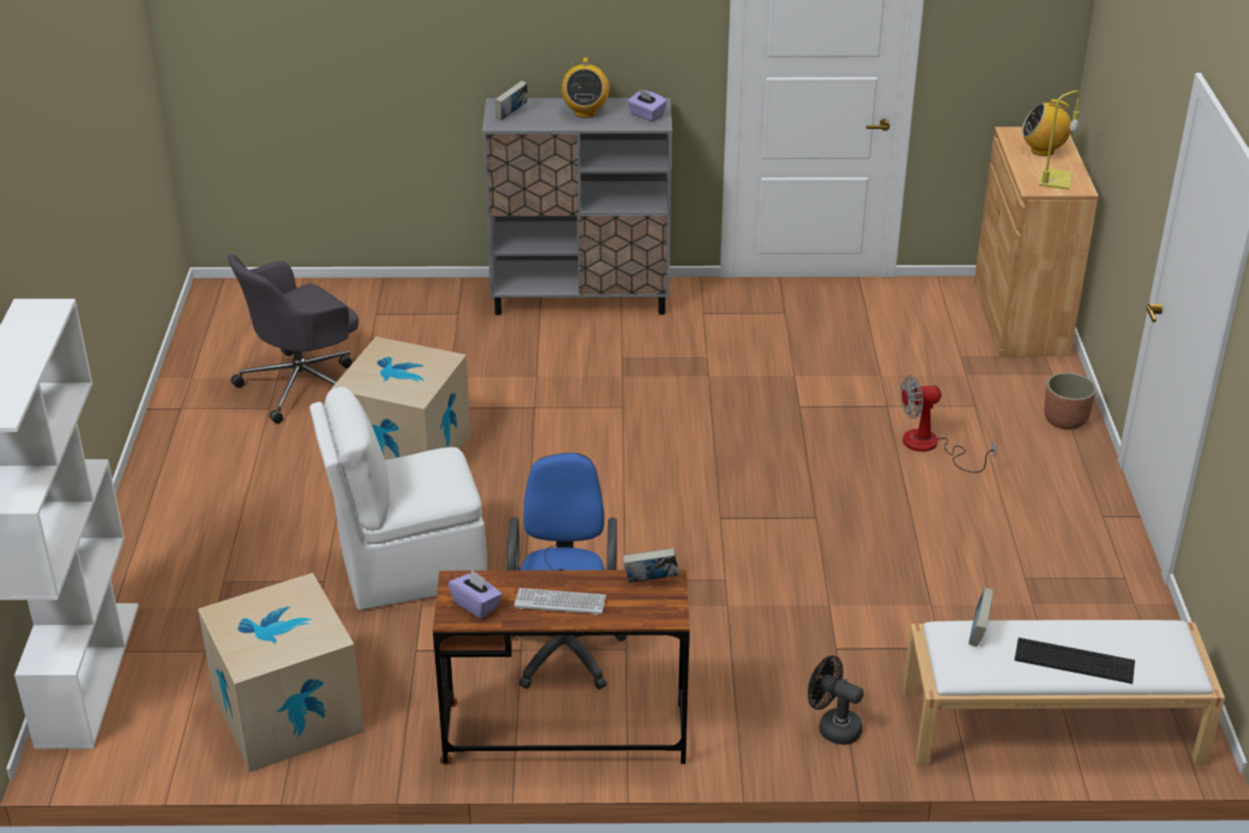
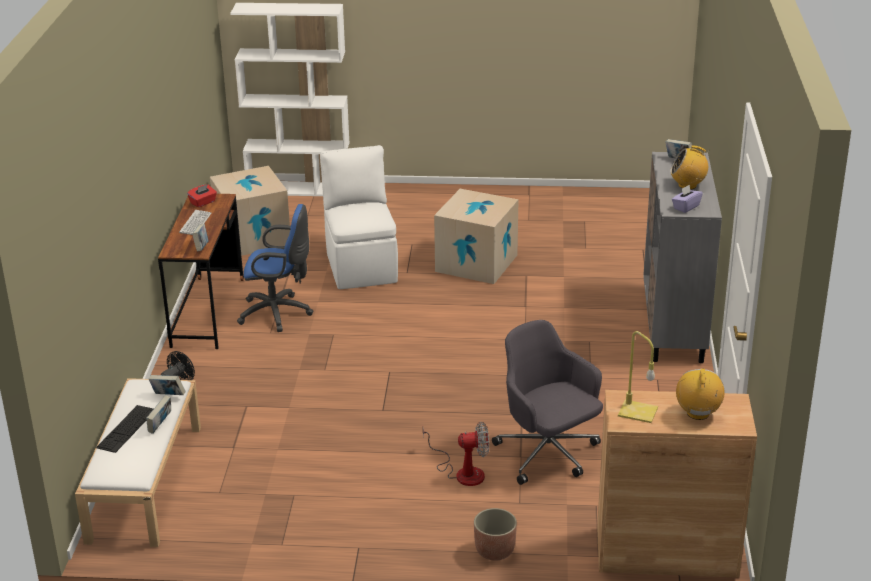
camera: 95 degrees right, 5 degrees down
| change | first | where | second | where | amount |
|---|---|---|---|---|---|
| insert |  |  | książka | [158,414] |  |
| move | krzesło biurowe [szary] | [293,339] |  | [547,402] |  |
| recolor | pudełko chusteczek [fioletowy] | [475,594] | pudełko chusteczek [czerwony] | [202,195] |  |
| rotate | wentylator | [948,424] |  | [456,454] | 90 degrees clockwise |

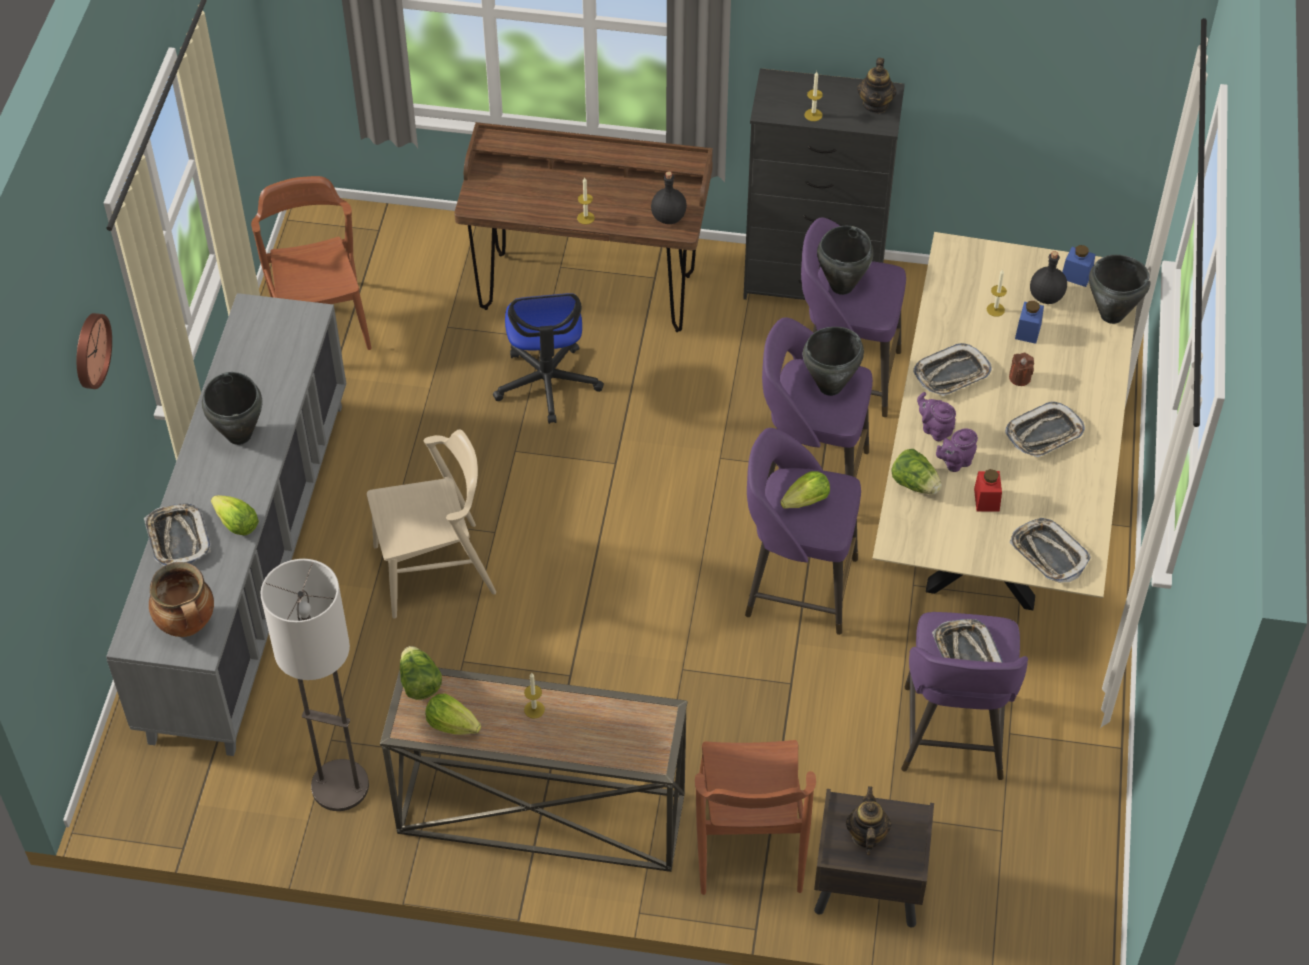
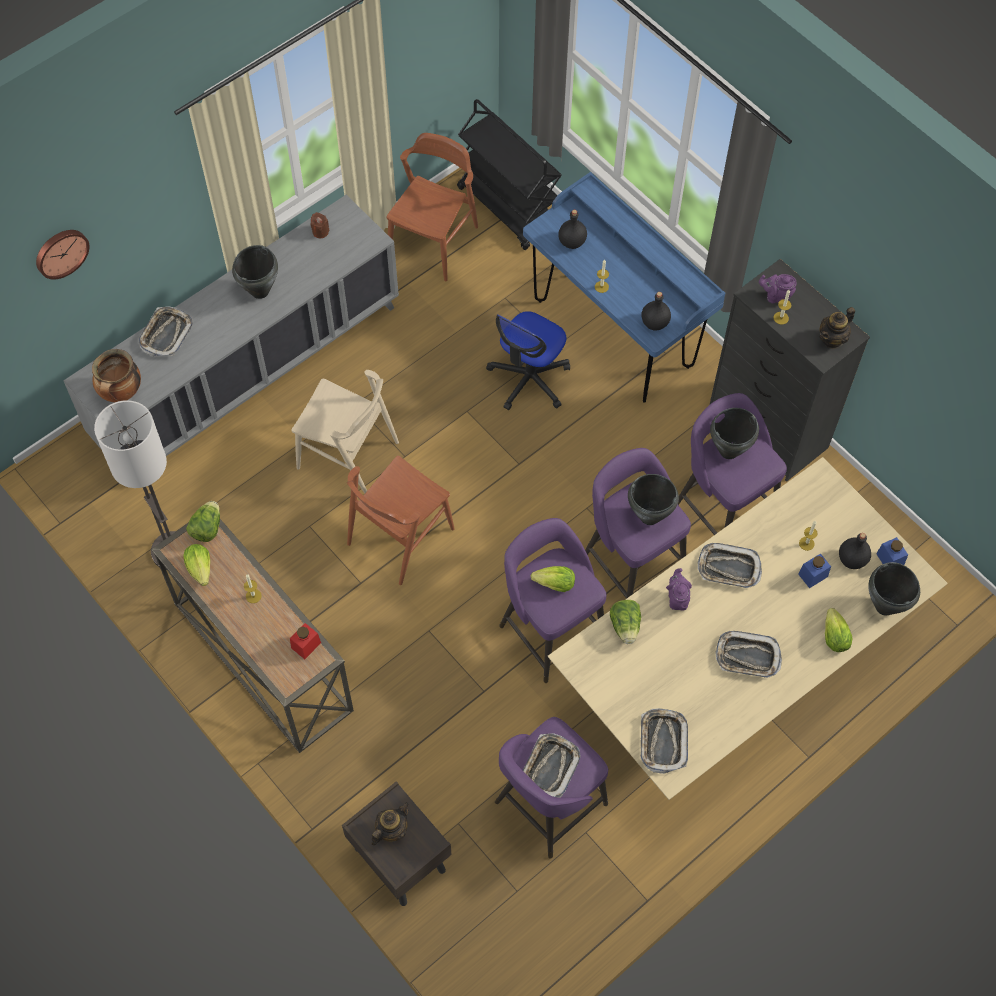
camera: 40 degrees right, 10 degrees up
| change | first | where | second | where | amount |
|---|---|---|---|---|---|
| insert |  |  | wózek [czarny] | [509,174] |  |
| insert |  |  | butelka [czarny] | [572,229] |  |
| move | zegar ścienny | [94,351] |  | [63,254] |  |
| move | sałata | [235,515] |  | [839,630] |  |
| move | krzesło [brązowy] | [755,817] |  | [401,520] |  |
| move | imbryk [fioletowy] | [957,450] |  | [778,288] |  |
| move | słoik [czerwony] | [988,490] |  | [305,641] |  |
| move | świeca [brązowy] | [1021,369] |  | [320,225] |  |
| recolor | biurko [brązowy] | [583,227] | biurko [niebieski] | [624,287] |  |

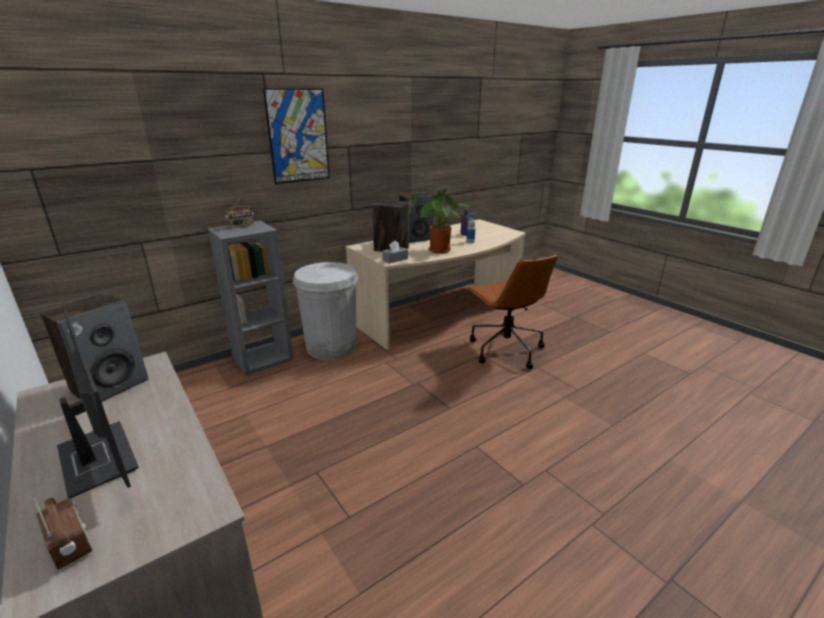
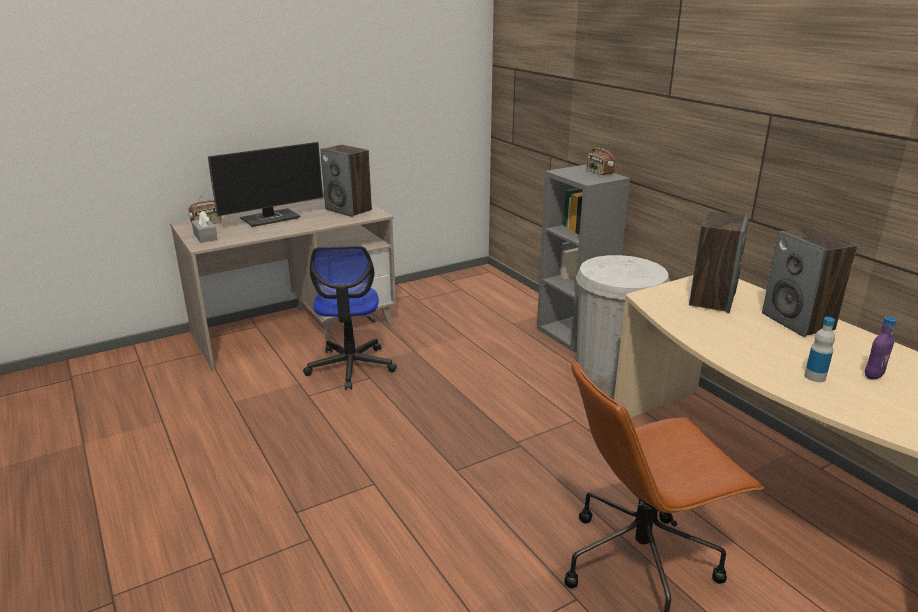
camera: 95 degrees right, 0 degrees up
| change | first | where | second | where | amount |
|---|---|---|---|---|---|
| delete | obraz | [296,136] |  |  |  |
| delete | roślina doniczkowa | [438,221] |  |  |  |
| insert |  |  | krzesło biurowe | [350,318] |  |
| move | pudełko chusteczek [szary] | [395,252] |  | [204,227] |  |

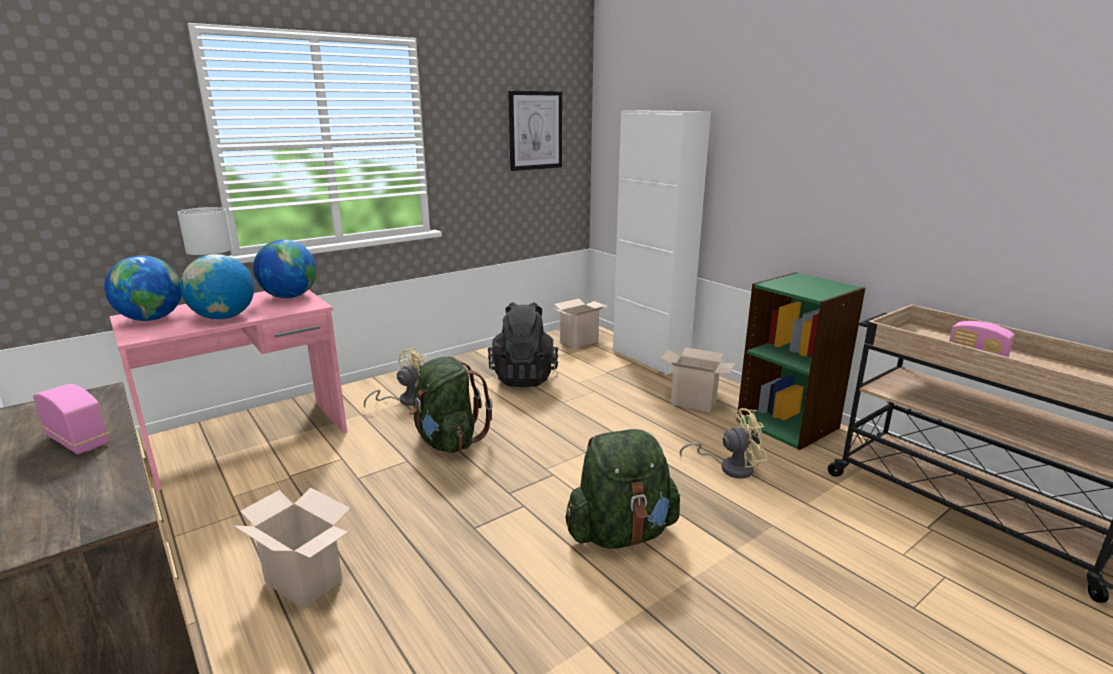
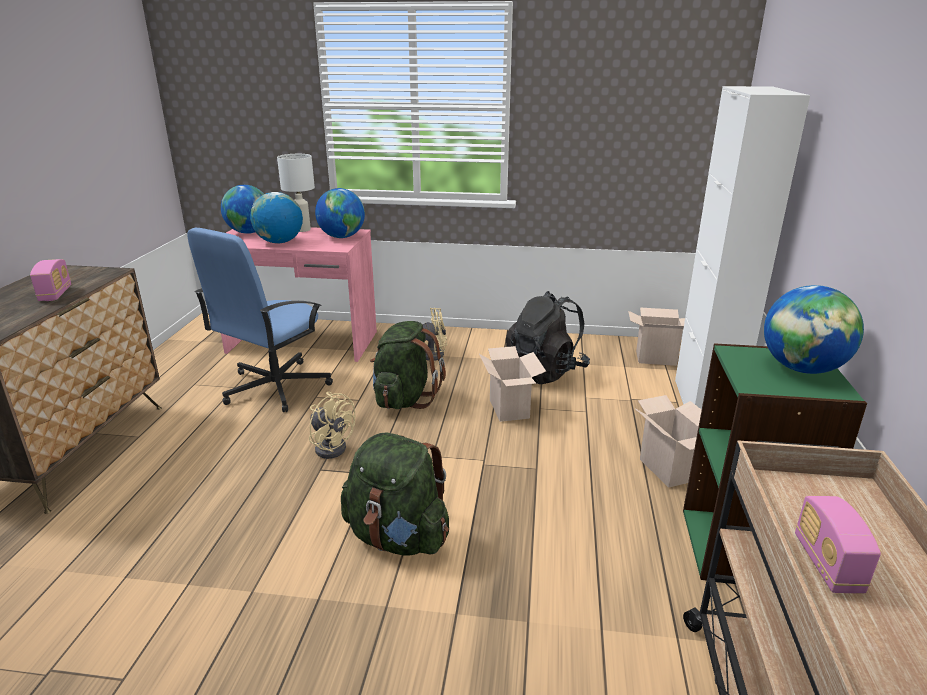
camera: 45 degrees right, 5 degrees up
| change | first | where | second | where | amount |
|---|---|---|---|---|---|
| delete | obraz | [535,131] |  |  |  |
| insert |  |  | krzesło biurowe [niebieski] | [260,320] |  |
| insert |  |  | globus | [814,329] |  |
| move | karton | [292,548] |  | [512,384] |  |
| move | wentylator [beżowy] | [723,443] |  | [332,425] |  |

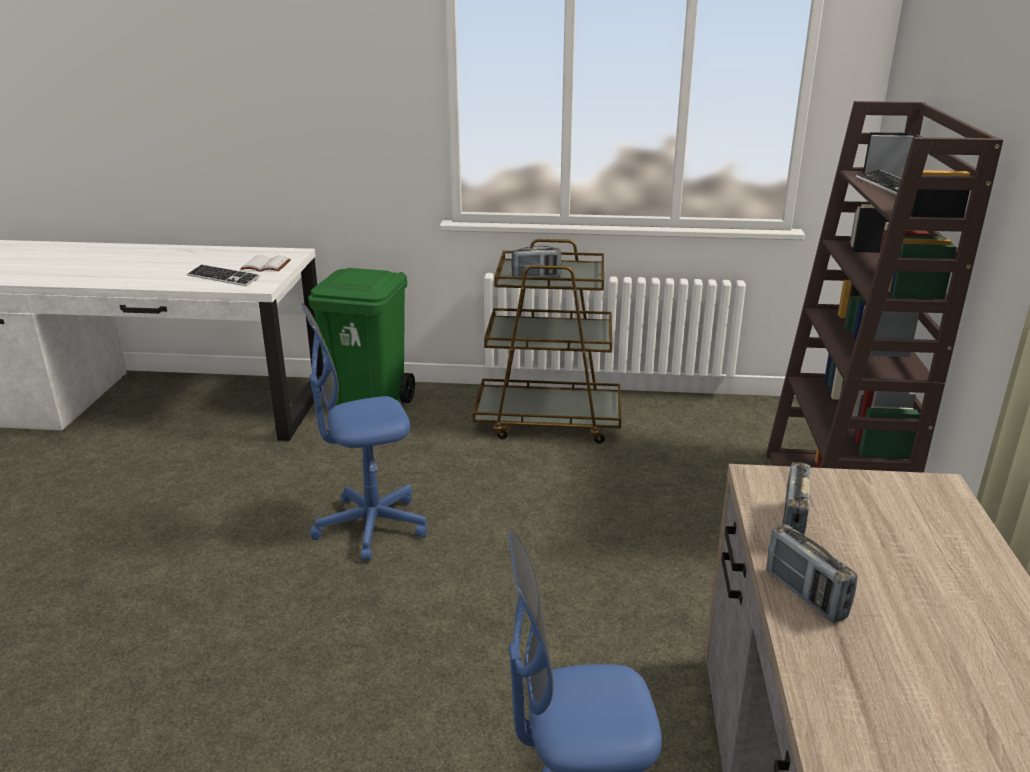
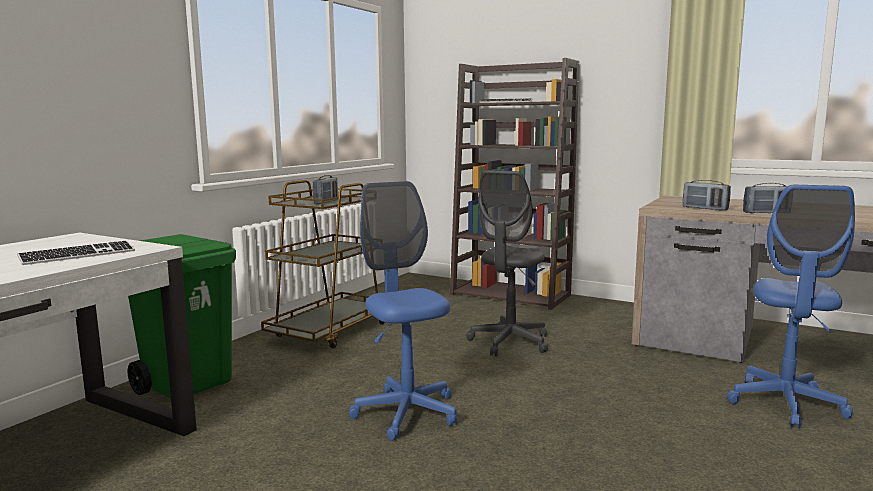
camera: 65 degrees left, 15 degrees down
| change | first | where | second | where | amount |
|---|---|---|---|---|---|
| delete | książka [biały] | [265,263] |  |  |  |
| insert |  |  | krzesło biurowe [szary] | [507,263] |  |
| rotate | krzesło biurowe [niebieski] | [364,432] |  | [403,311] | 150 degrees clockwise |

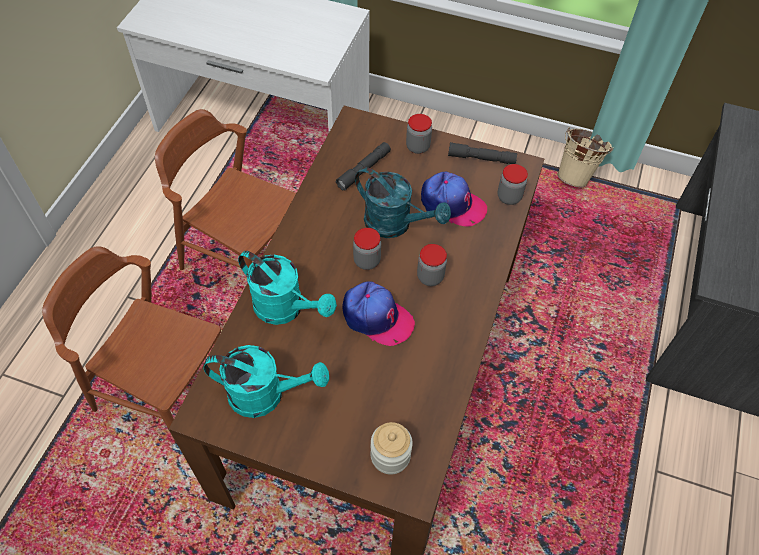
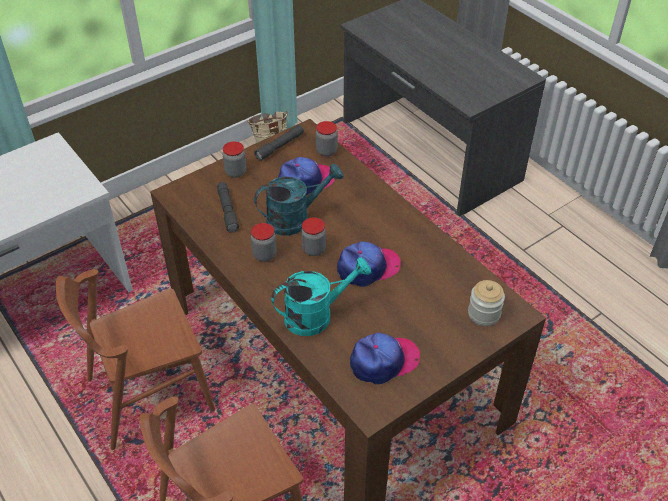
camera: 55 degrees left, 10 degrees down
| change | first | where | second | where | amount |
|---|---|---|---|---|---|
| move | słoik | [432,265] |  | [264,242] |  |
| replace | konewka [turkusowy] | [266,381] | czapka z daszkiem | [385,359] |  |

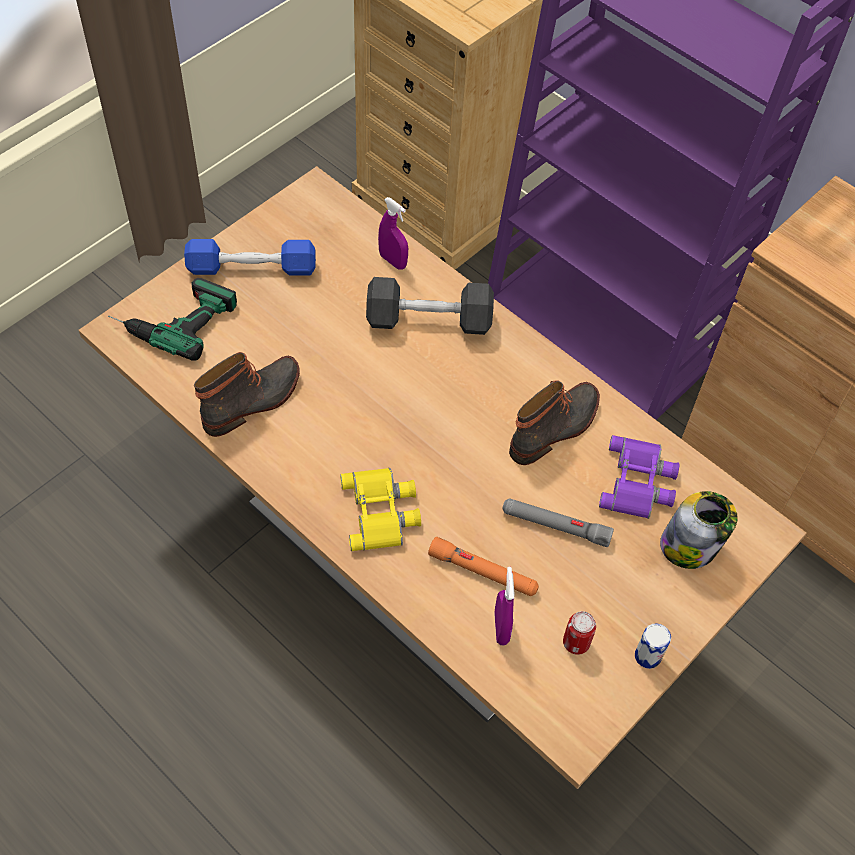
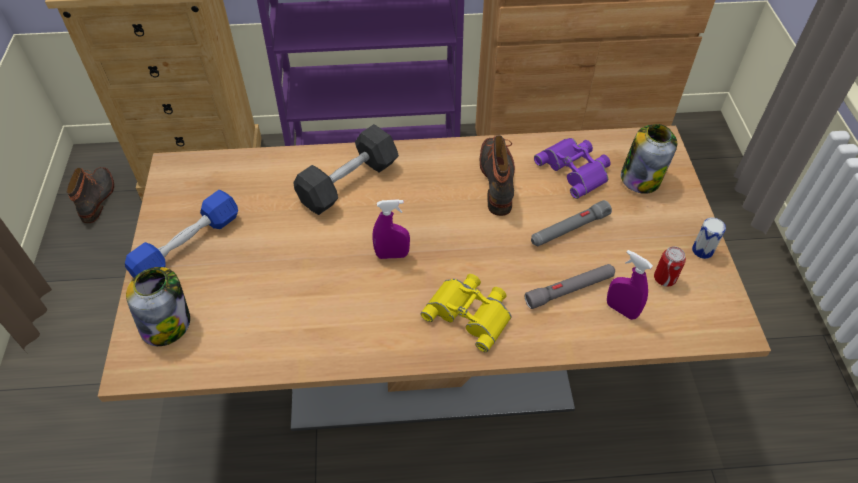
camera: 45 degrees left, 5 degrees down
| change | first | where | second | where | amount |
|---|---|---|---|---|---|
| move | but z cholewką | [247,394] |  | [90,195] |  |
| move | spryskiwacz [fioletowy] | [393,233] |  | [391,229] |  |
| replace | wiertarka | [172,319] | słoik | [158,306] |  |
| recolor | latarka [pomarańczowy] | [483,566] | latarka [szary] | [570,286] |  |

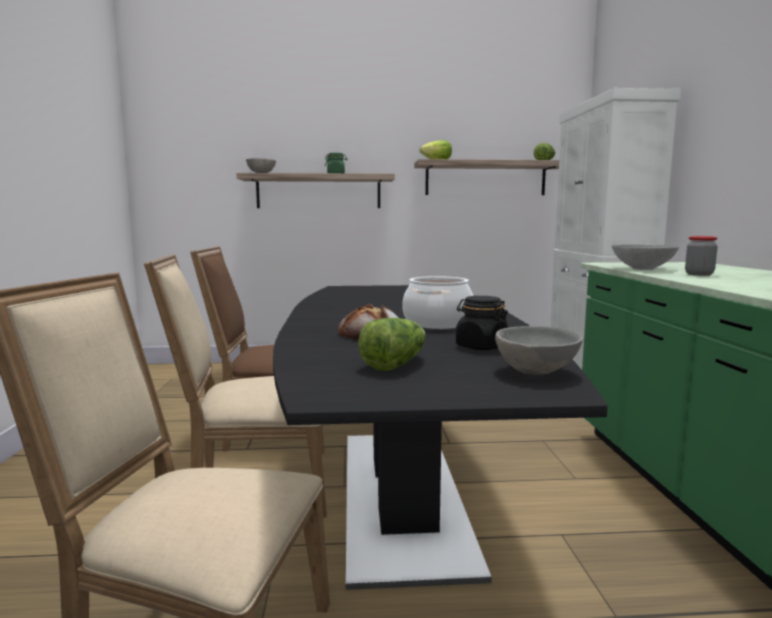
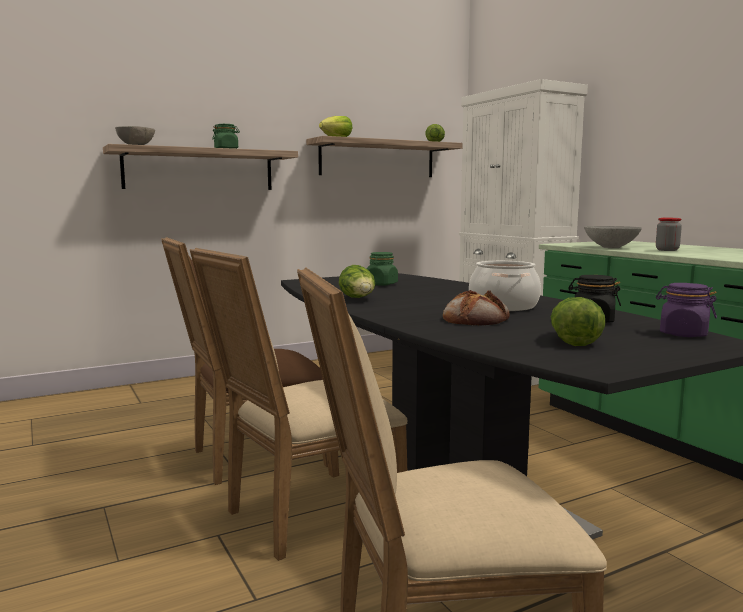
camera: 25 degrees left, 0 degrees up
| change | first | where | second | where | amount |
|---|---|---|---|---|---|
| insert |  |  | sałata | [357,281] |  |
| insert |  |  | słoik [zielony] | [382,269] |  |
| replace | miska [szary] | [539,350] | słoik [fioletowy] | [686,310] |  |

